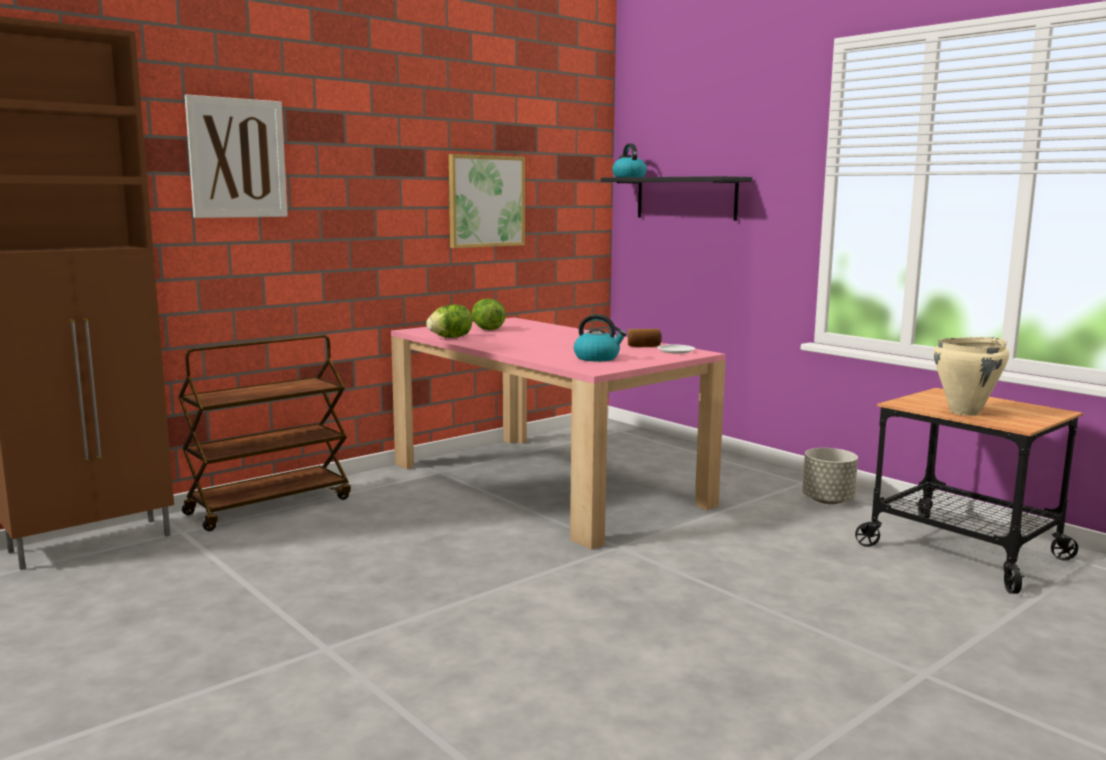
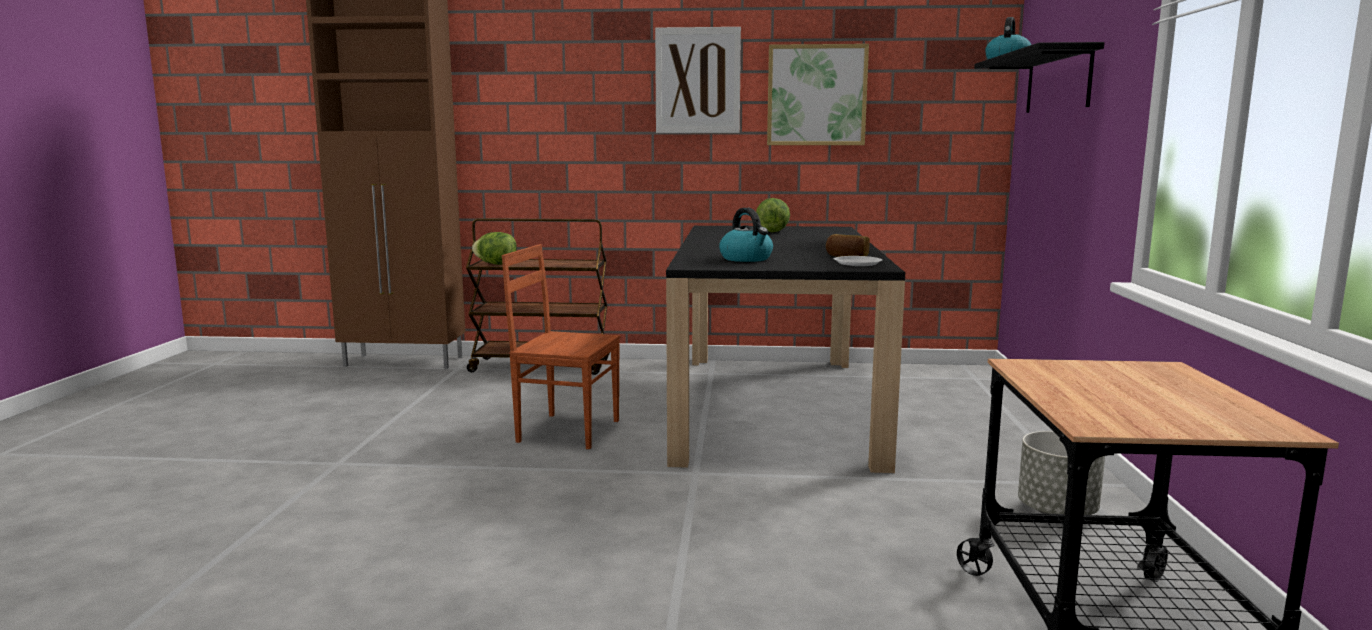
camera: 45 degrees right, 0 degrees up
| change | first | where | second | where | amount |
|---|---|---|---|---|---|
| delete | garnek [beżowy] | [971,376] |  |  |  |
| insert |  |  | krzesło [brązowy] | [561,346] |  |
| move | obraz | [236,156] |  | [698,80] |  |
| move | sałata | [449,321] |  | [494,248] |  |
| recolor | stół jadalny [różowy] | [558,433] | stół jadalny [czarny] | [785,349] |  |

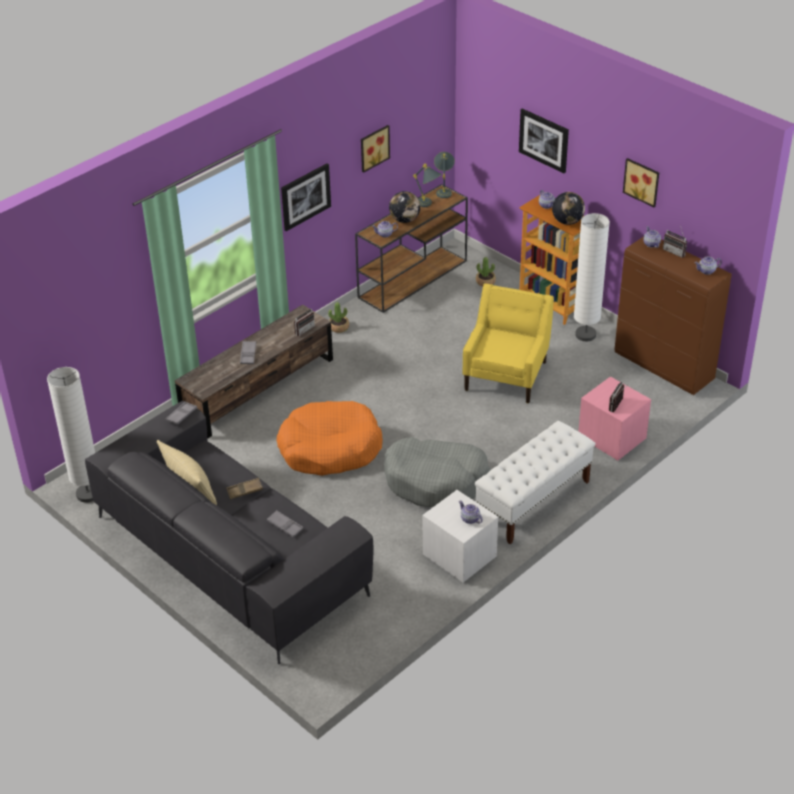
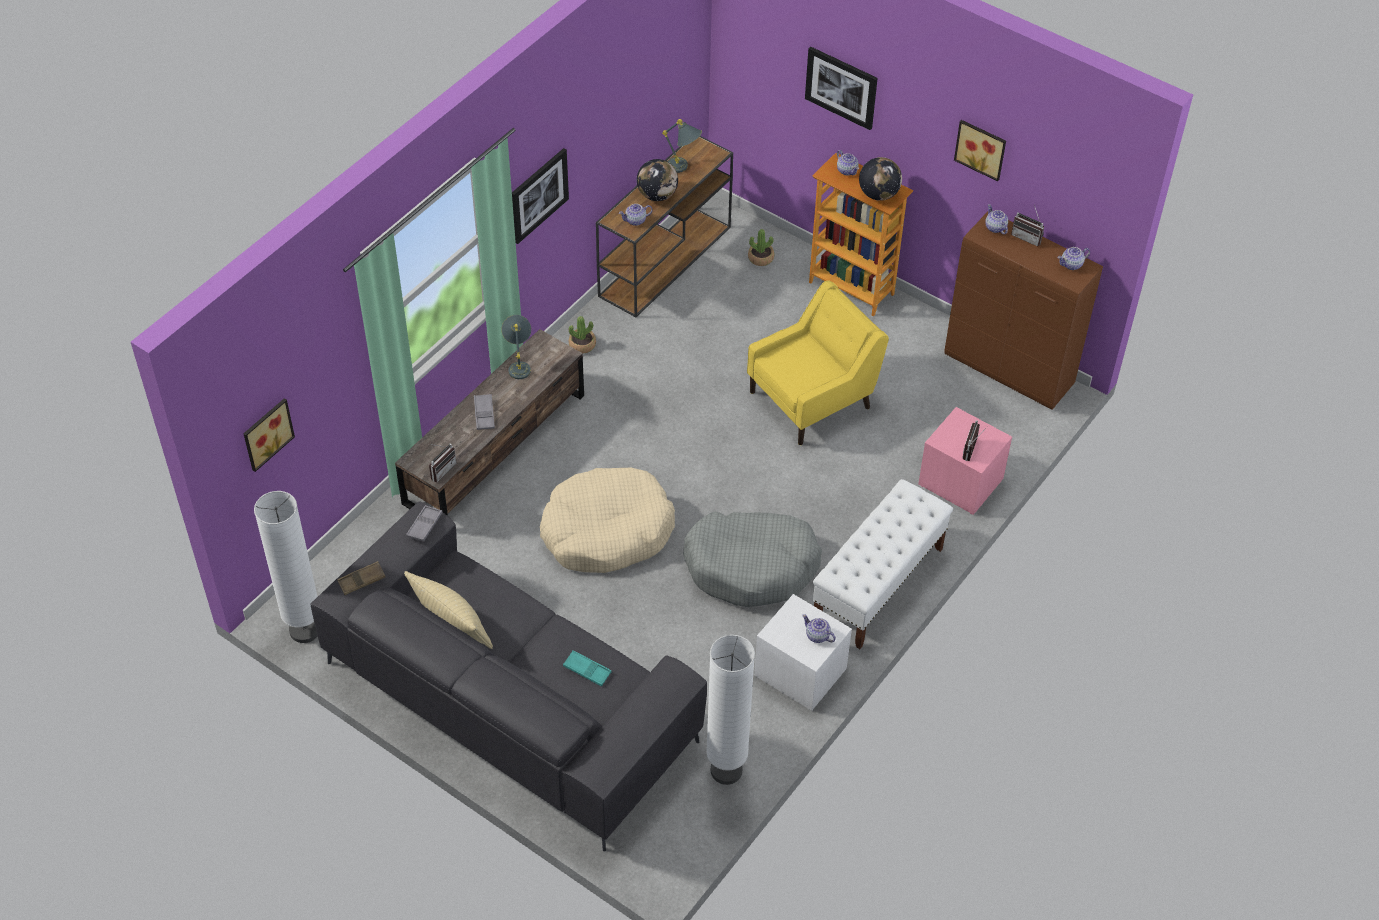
camera: 10 degrees left, 10 degrees up
| change | first | where | second | where | amount |
|---|---|---|---|---|---|
| move | taca [brązowy] | [244,488] |  | [361,578] |  |
| move | radio | [304,321] |  | [442,462] |  |
| move | obraz | [375,149] |  | [269,435] |  |
| move | lampa stołowa [szary] | [444,175] |  | [516,347] |  |
| move | lampa stojąca [biały] | [592,277] |  | [730,710] |  |
| recolor | taca [szary] | [285,524] | taca [turkusowy] | [587,668] |  |
| recolor | legowisko [pomarańczowy] | [330,438] | legowisko [beżowy] | [607,520] |  |
| rotate | fotel [żółty] | [508,343] |  | [818,362] | 45 degrees clockwise |

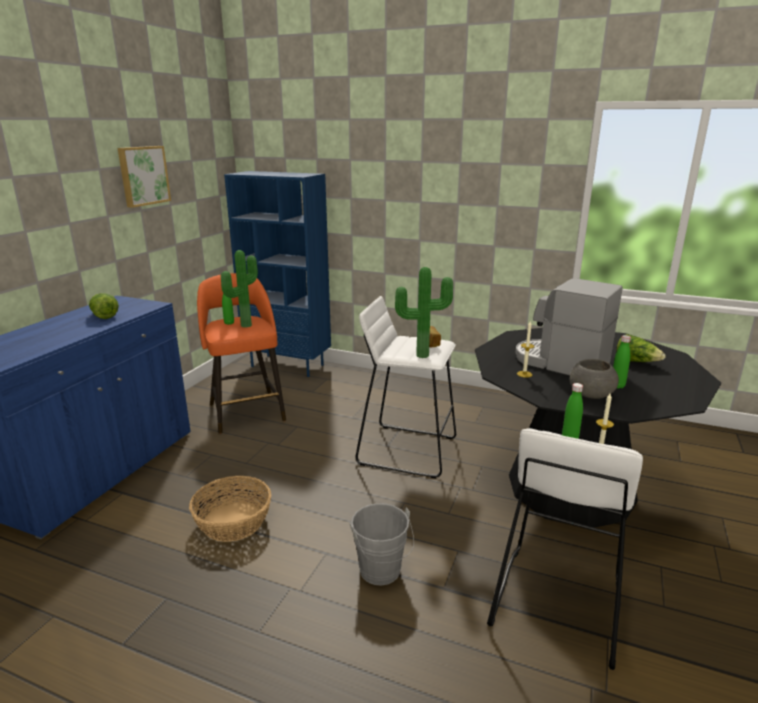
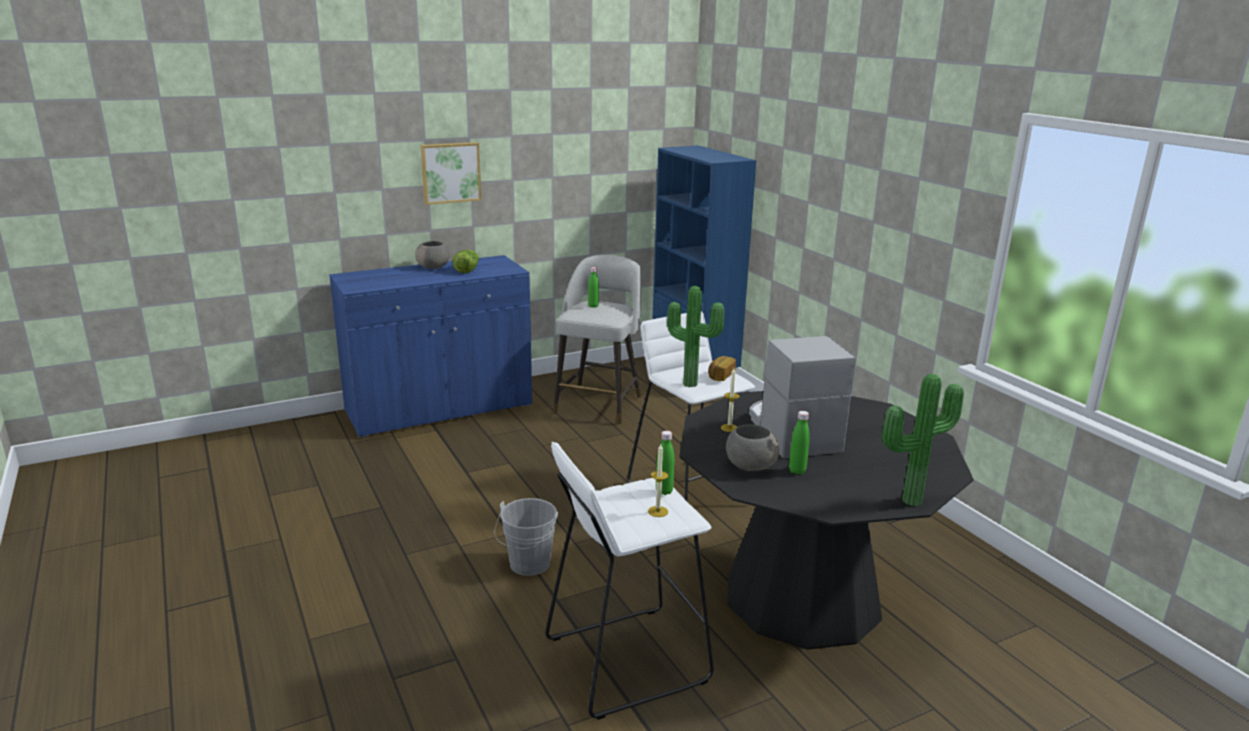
camera: 40 degrees right, 0 degrees up
| change | first | where | second | where | amount |
|---|---|---|---|---|---|
| delete | koszyk | [230,509] |  |  |  |
| delete | sałata | [640,348] |  |  |  |
| insert |  |  | miska [szary] | [432,255] |  |
| move | obraz | [144,177] |  | [450,173] |  |
| move | roślina doniczkowa | [239,289] |  | [923,440] |  |
| recolor | stołek [pomarańczowy] | [241,353] | stołek [szary] | [597,340] |  |

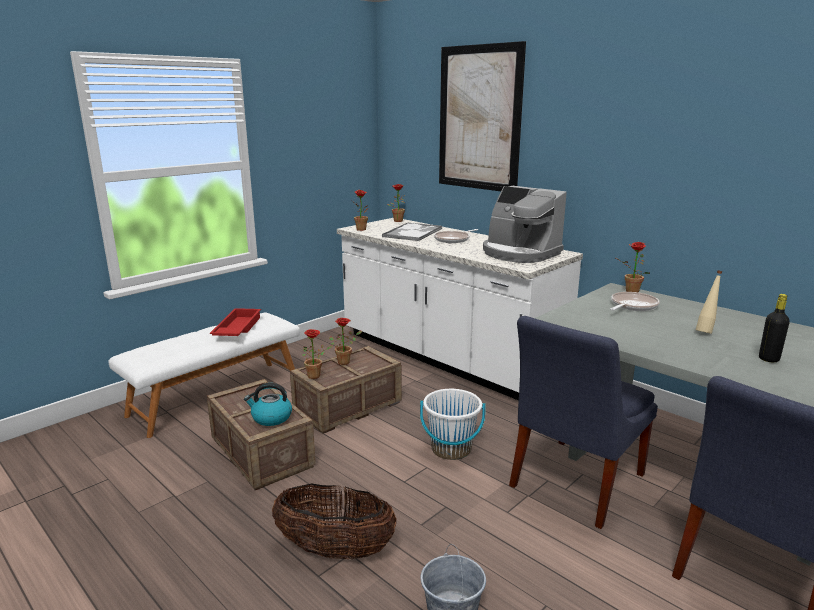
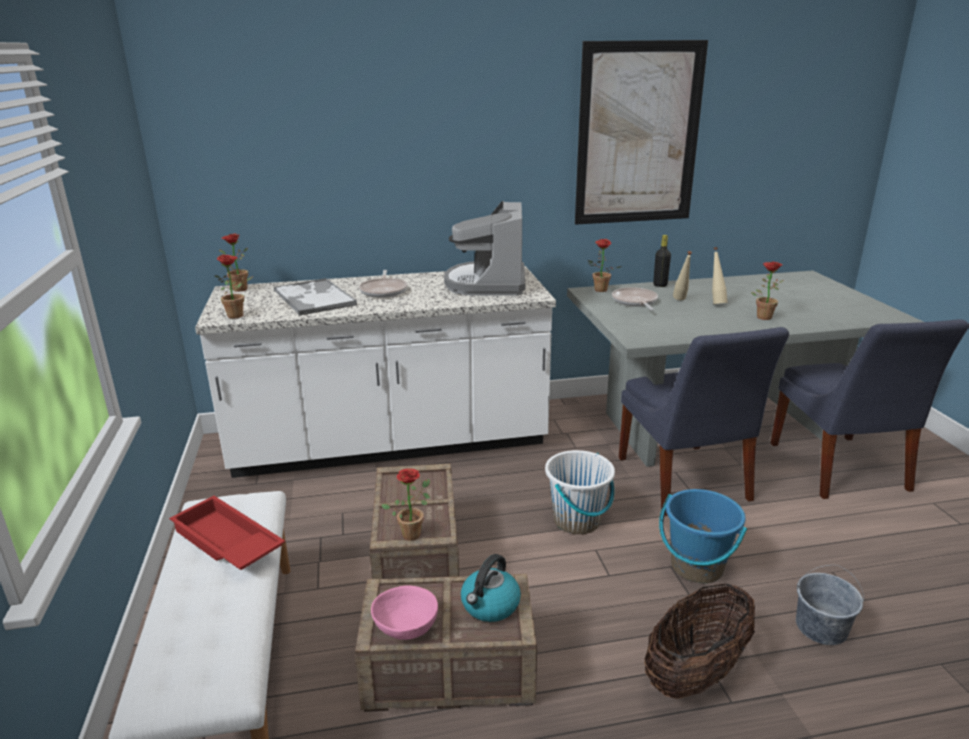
camera: 55 degrees left, 5 degrees up
| change | first | where | second | where | amount |
|---|---|---|---|---|---|
| insert |  |  | miska [różowy] | [404,613] |  |
| insert |  |  | wiadro [niebieski] | [703,536] |  |
| insert |  |  | butelka [beżowy] | [682,275] |  |
| move | roślina doniczkowa | [345,341] |  | [767,291] |  |
| move | obraz | [482,116] |  | [641,132] |  |
| move | butelka [czarny] | [774,328] |  | [662,261] |  |
| rotate | ekspres do kawy | [525,224] |  | [484,248] | 105 degrees clockwise |

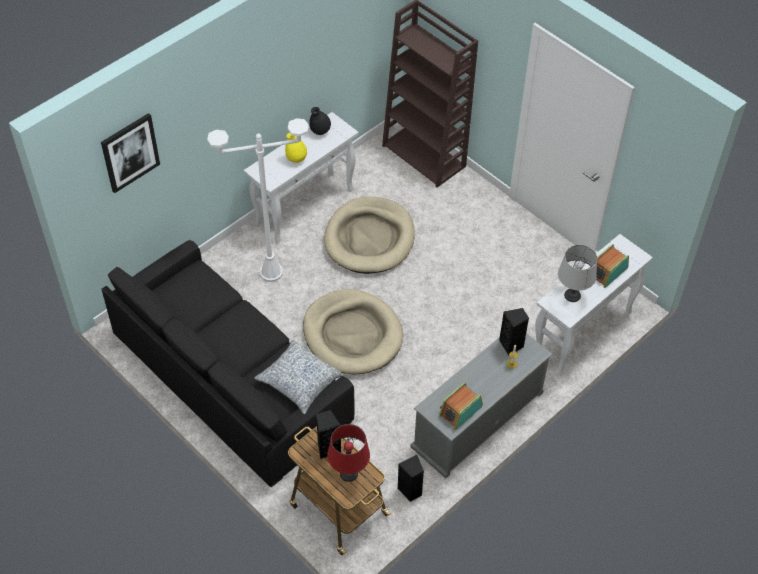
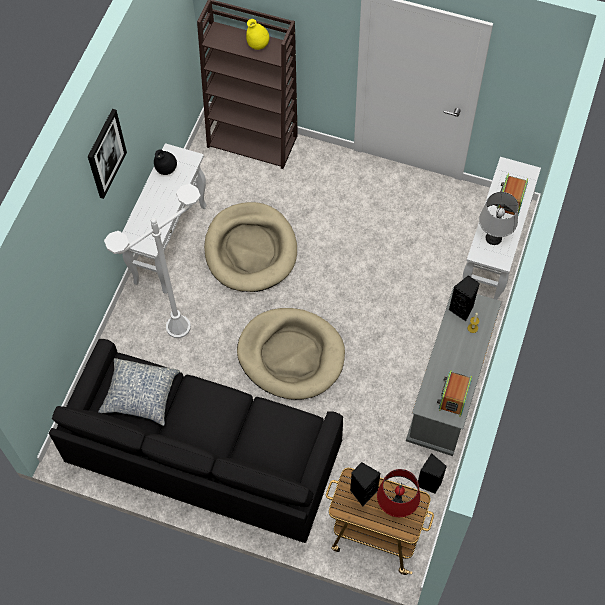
camera: 25 degrees left, 10 degrees up
| change | first | where | second | where | amount |
|---|---|---|---|---|---|
| move | obraz | [130,153] |  | [107,154] |  |
| move | poduszka | [299,377] |  | [139,392] |  |
| move | wazon [żółty] | [296,147] |  | [257,34] |  |

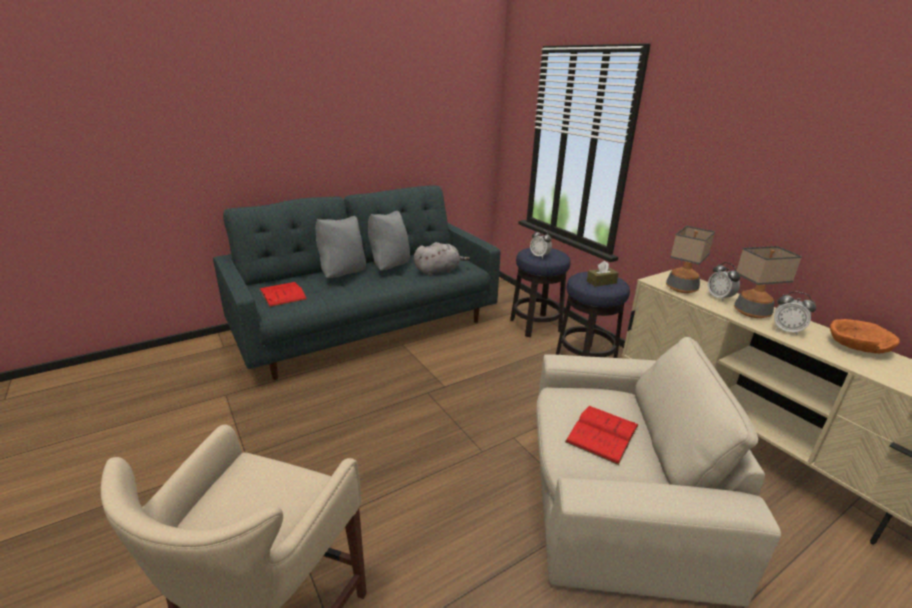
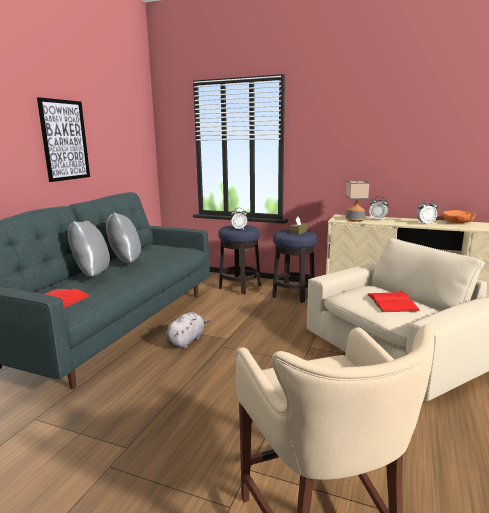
camera: 35 degrees left, 10 degrees down
| change | first | where | second | where | amount |
|---|---|---|---|---|---|
| delete | lampa stołowa | [768,282] |  |  |  |
| insert |  |  | obraz | [63,139] |  |
| move | pluszak [szary] | [442,259] |  | [188,330] |  |

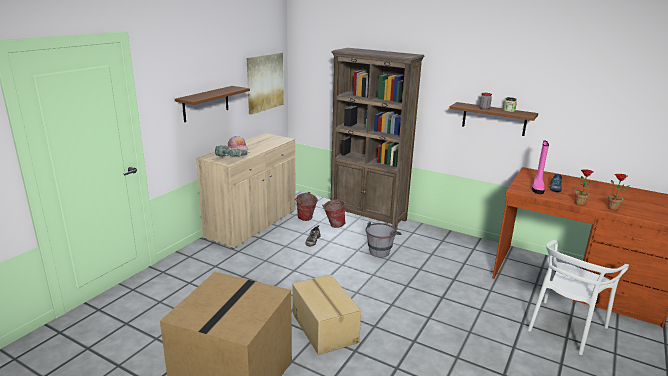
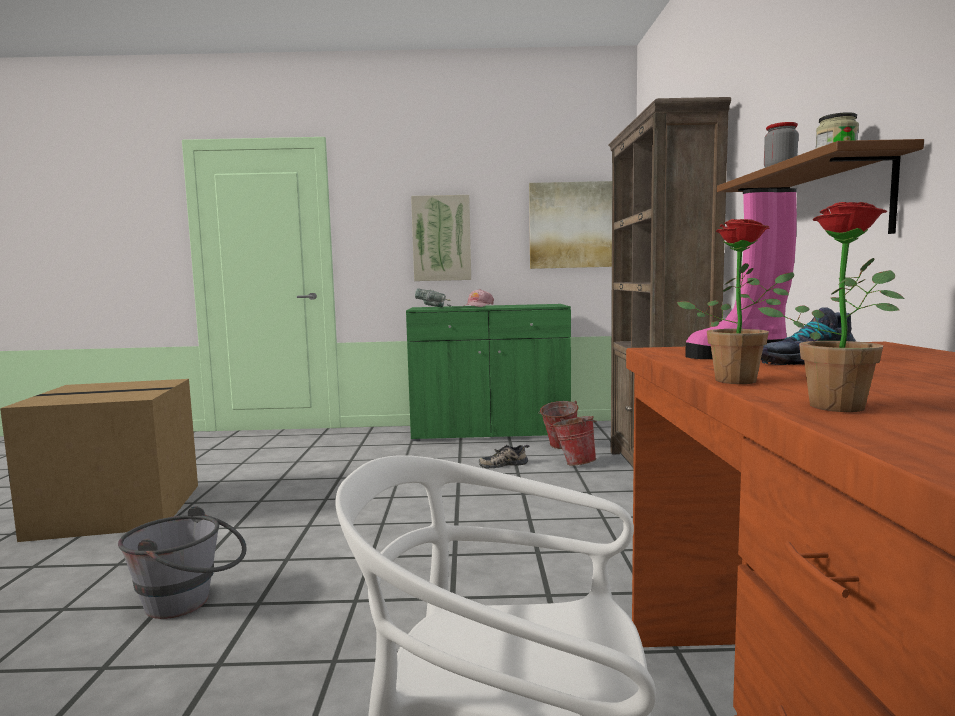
camera: 60 degrees right, 15 degrees down
| change | first | where | second | where | amount |
|---|---|---|---|---|---|
| delete | karton | [326,315] |  |  |  |
| move | wiadro [szary] | [383,240] |  | [182,562] |  |
| replace | półka [brązowy] | [212,104] | obraz | [441,238] |  |
| recolor | szafka [beżowy] | [246,191] | szafka [zielony] | [488,372] |  |

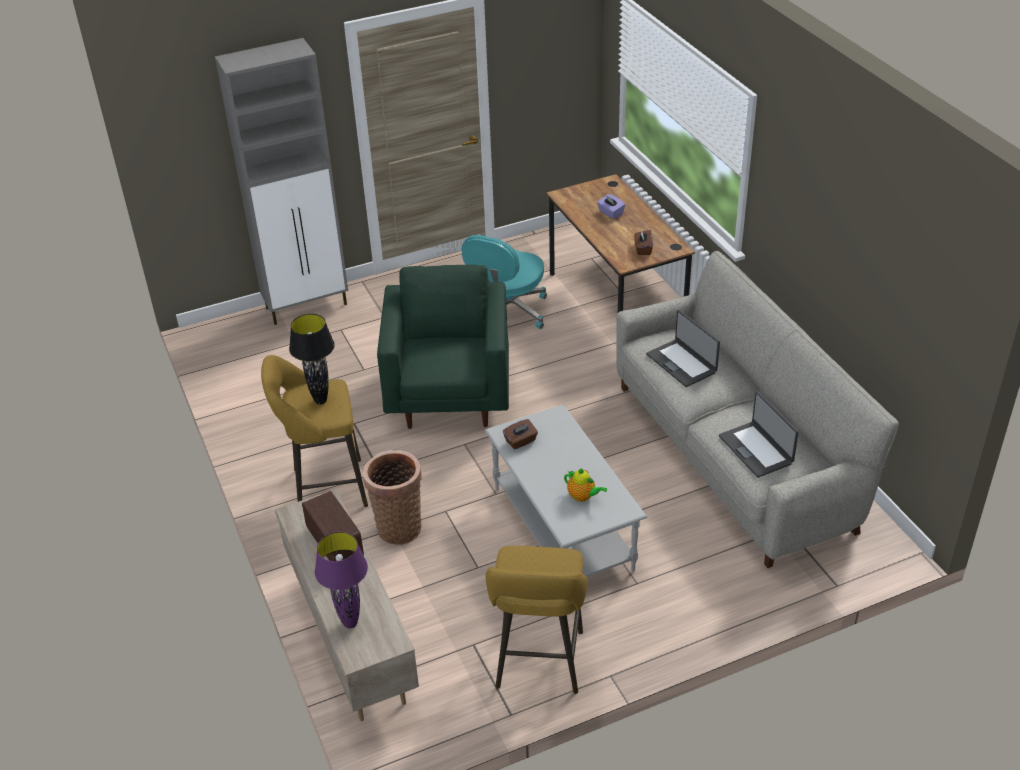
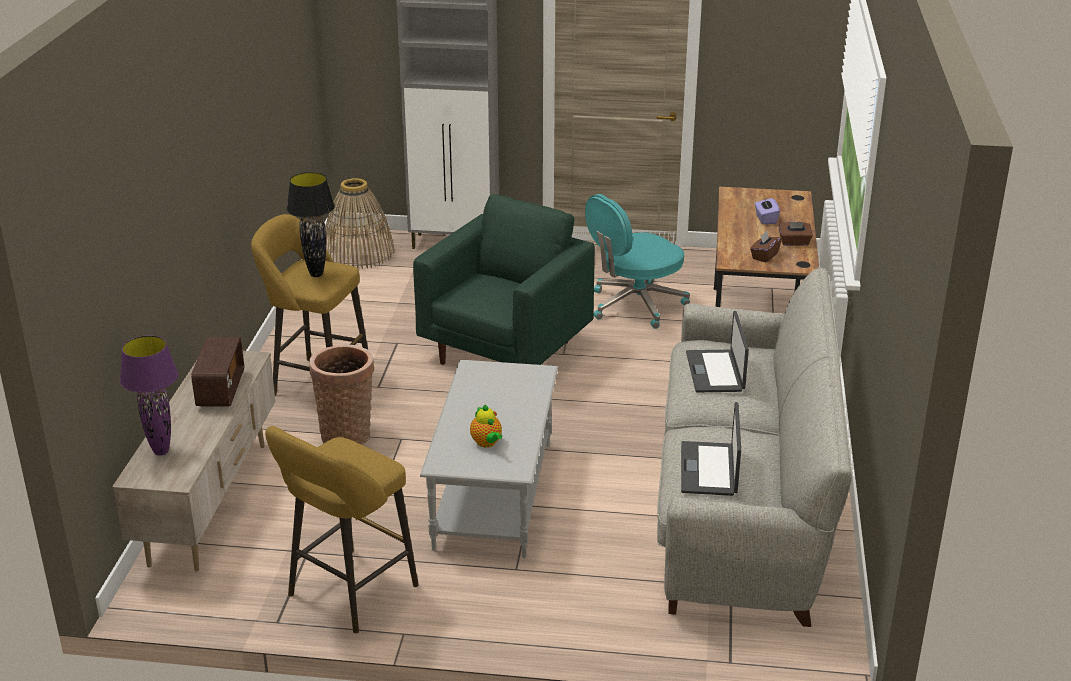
camera: 30 degrees right, 10 degrees down
| change | first | where | second | where | amount |
|---|---|---|---|---|---|
| insert |  |  | koszyk | [360,223] |  |
| move | pudełko chusteczek [brązowy] | [520,434] |  | [796,234] |  |

